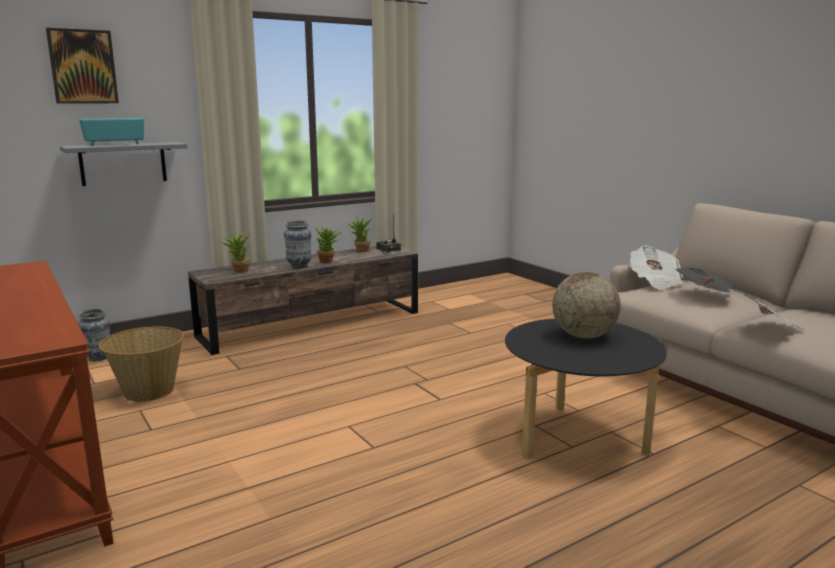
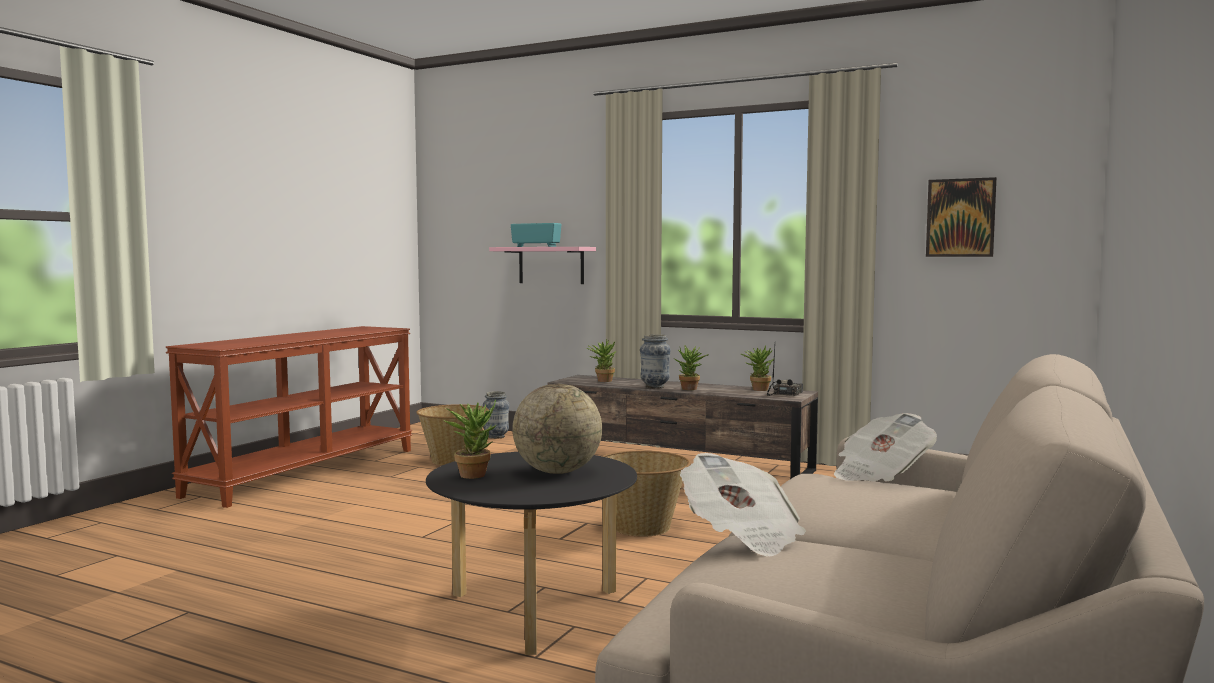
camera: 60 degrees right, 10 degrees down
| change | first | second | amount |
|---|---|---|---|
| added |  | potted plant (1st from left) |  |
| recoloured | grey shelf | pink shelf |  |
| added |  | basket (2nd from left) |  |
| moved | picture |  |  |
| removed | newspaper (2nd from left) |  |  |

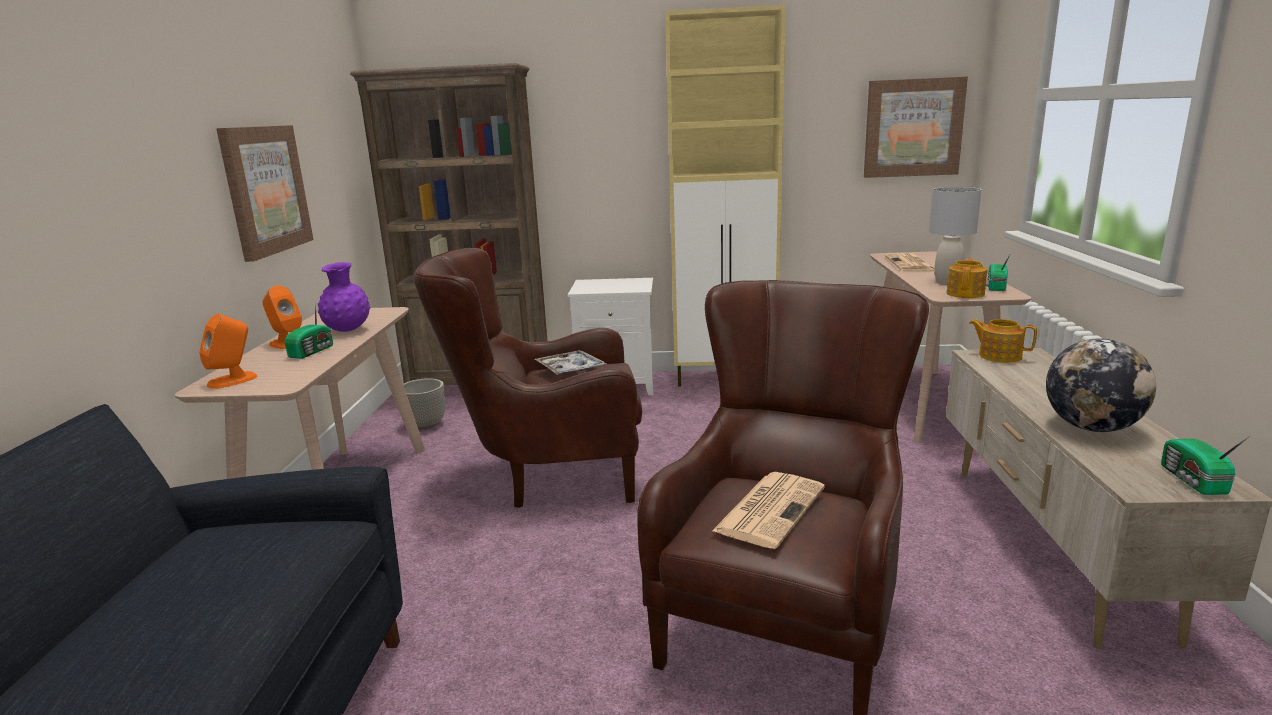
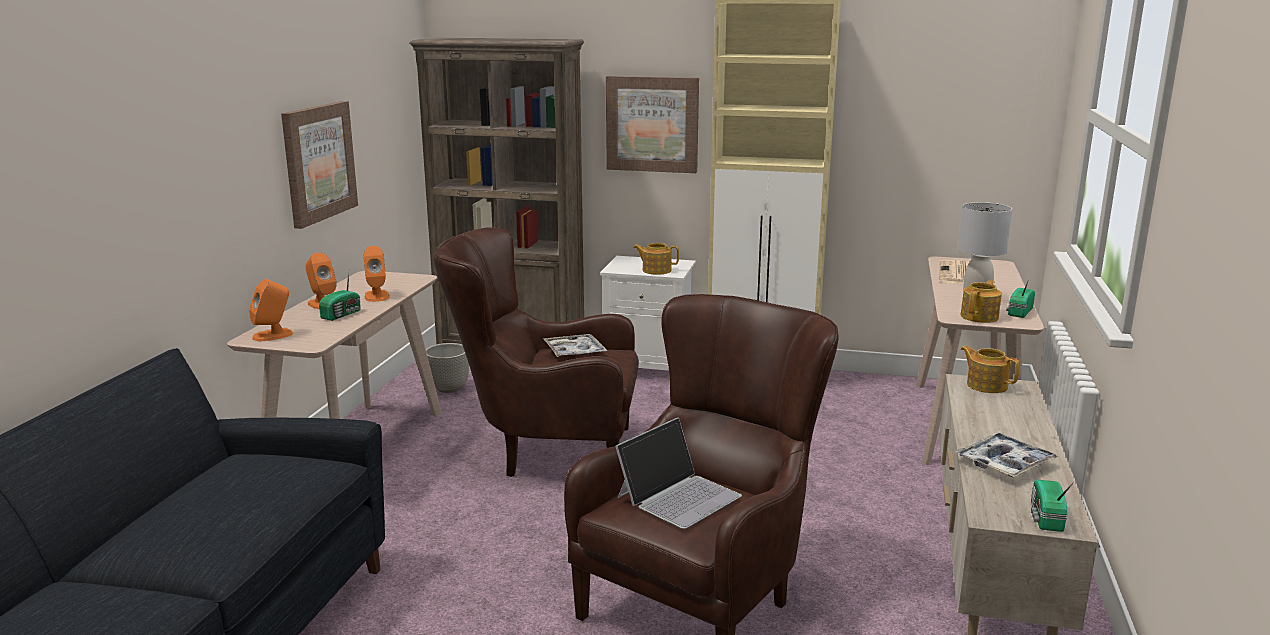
camera: 10 degrees right, 0 degrees up
| change | first | second | amount |
|---|---|---|---|
| replaced | purple vase | orange speaker (3rd from left) |  |
| moved | picture (2nd from left) |  |  |
| replaced | newspaper (1st from left) | laptop |  |
| added |  | teapot (1st from left) |  |
| replaced | globe | tray (2nd from left) |  |

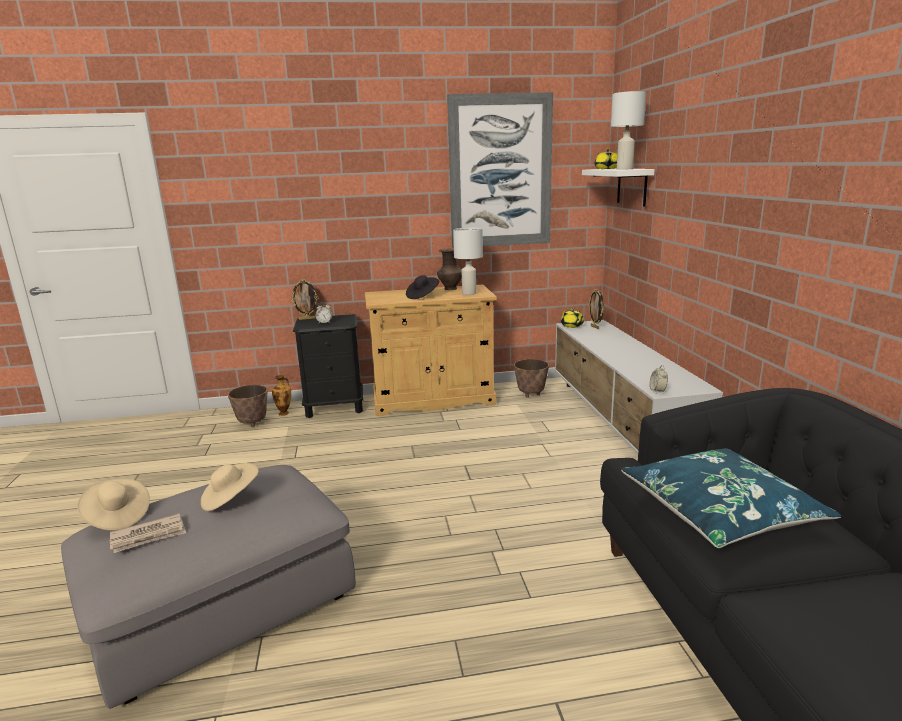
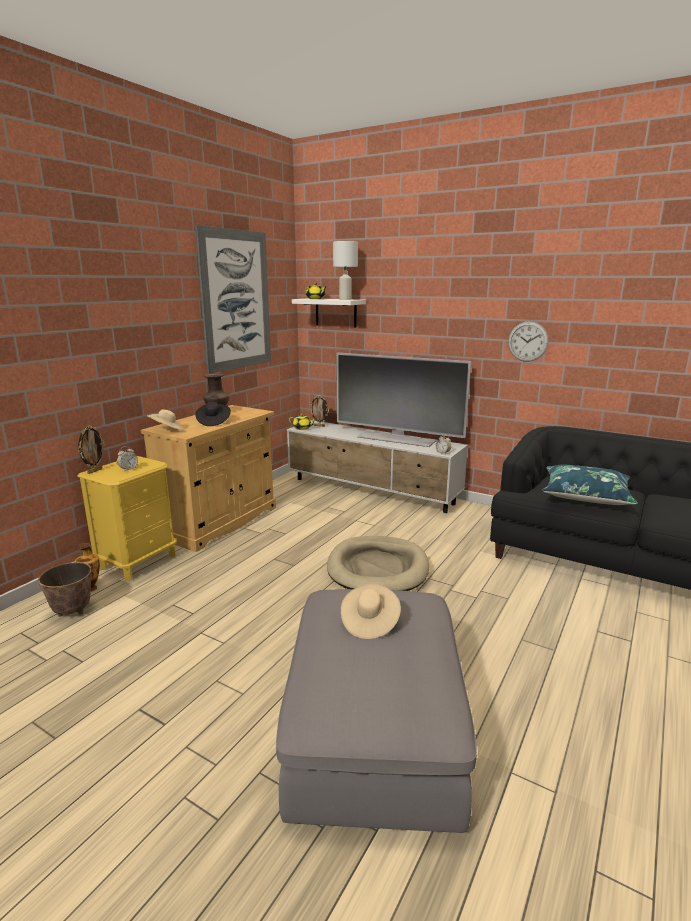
camera: 50 degrees left, 0 degrees up
| change | first | second | amount |
|---|---|---|---|
| recoloured | black nightstand | yellow nightstand |  |
| moved | beige hat (1st from left) |  |  |
| added |  | beige dog bed |  |
| added |  | television |  |
| added |  | wall clock |  |
| removed | newspaper |  |  |
| removed | white table lamp (1st from left) |  |  |
| removed | planter (2nd from left) |  |  |

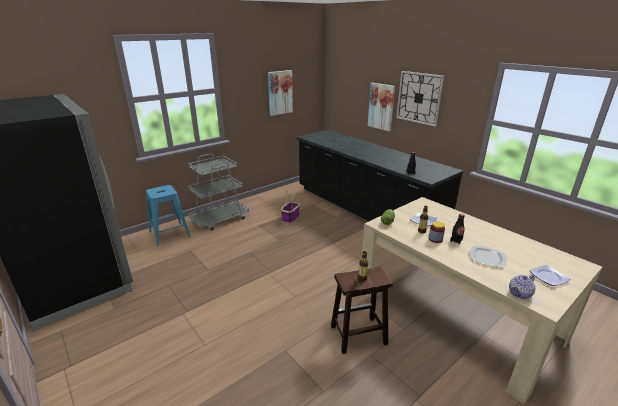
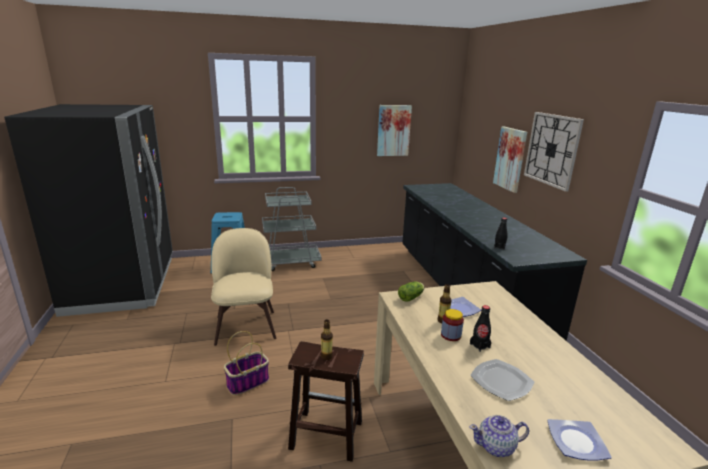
camera: 25 degrees right, 5 degrees down
| change | first | second | amount |
|---|---|---|---|
| added |  | beige chair |  |
| moved | basket |  |  |

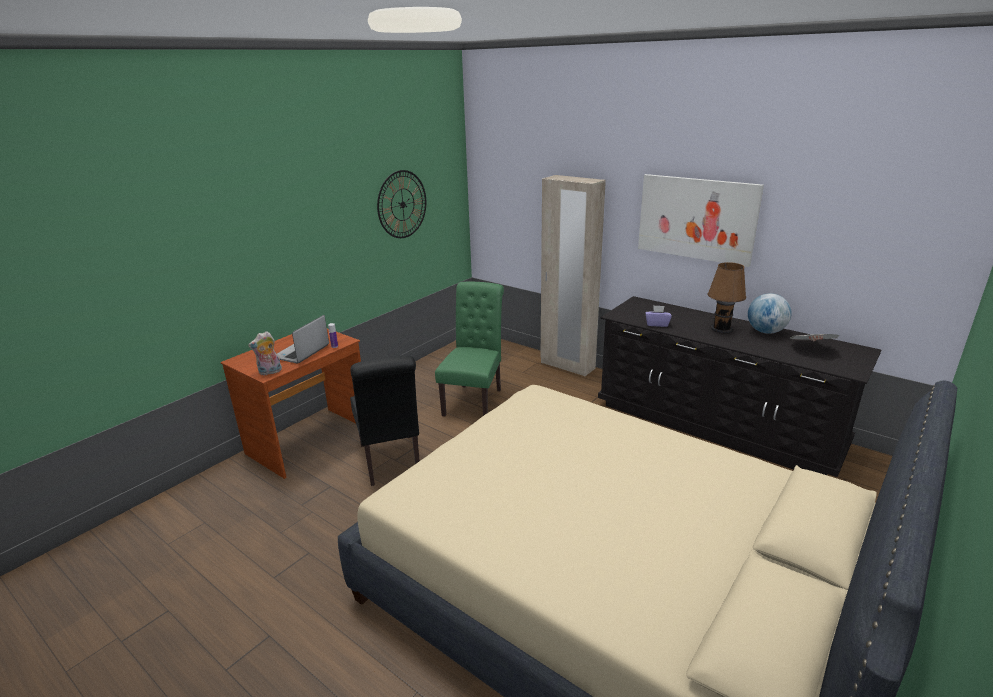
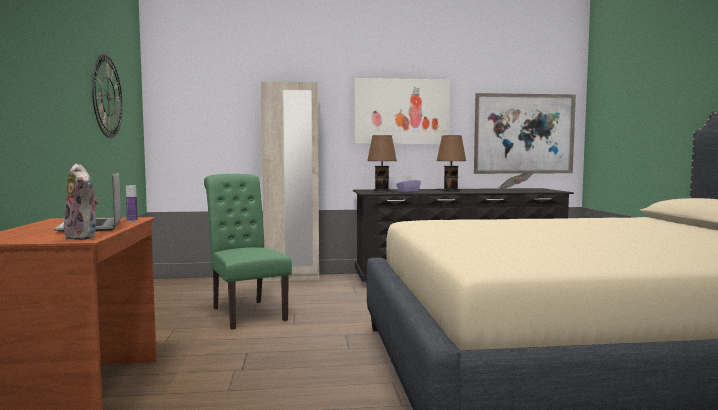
camera: 45 degrees left, 20 degrees down
| change | first | second | amount |
|---|---|---|---|
| turned | plush toy |  | 60 degrees counterclockwise |
| added |  | brown table lamp (1st from left) |  |
| added |  | picture (2nd from left) |  |
| removed | black chair |  |  |
| removed | globe |  |  |

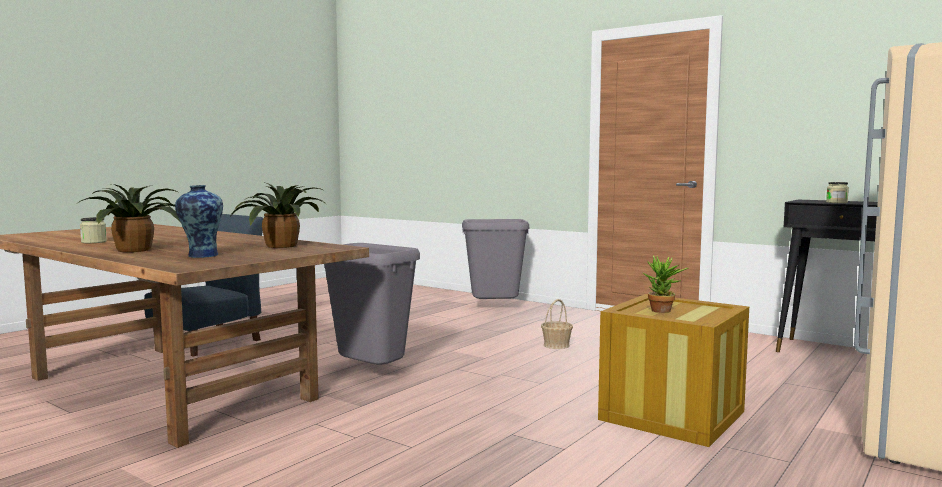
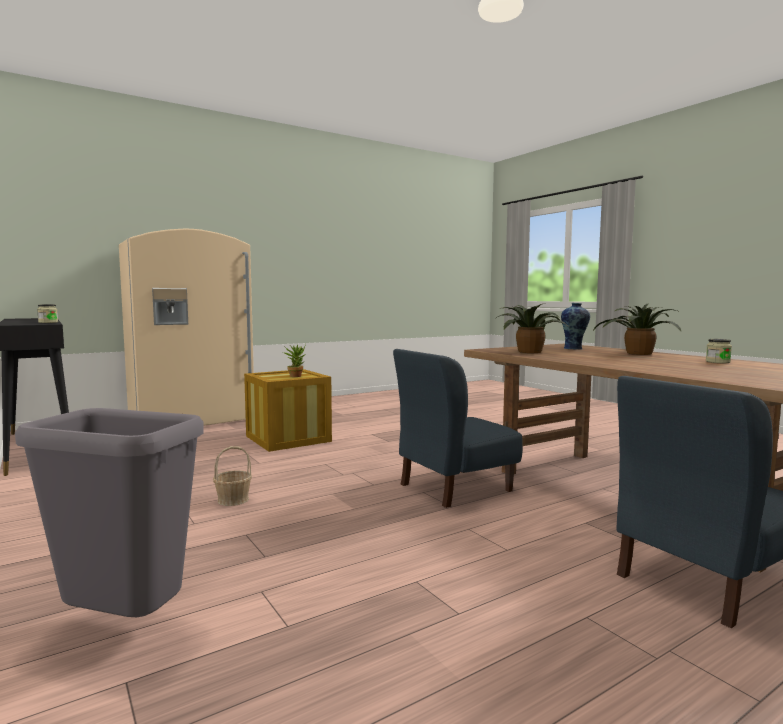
camera: 160 degrees left, 0 degrees up
| change | first | second | amount |
|---|---|---|---|
| replaced | grey trash can (1st from left) | blue chair (1st from left) |  |

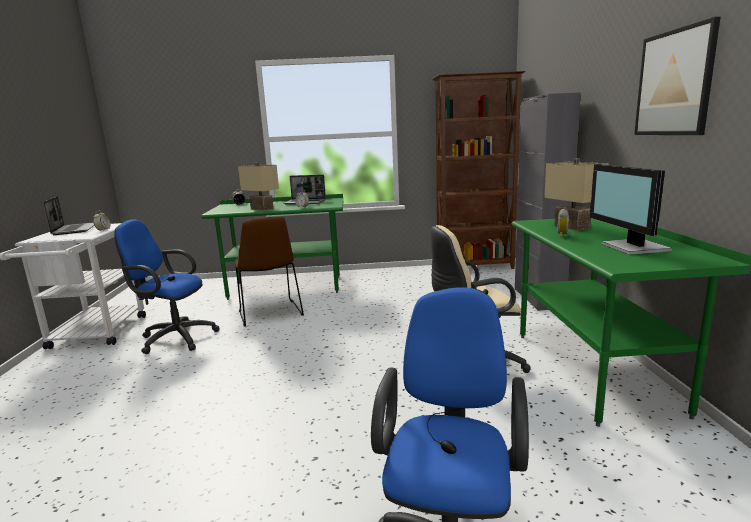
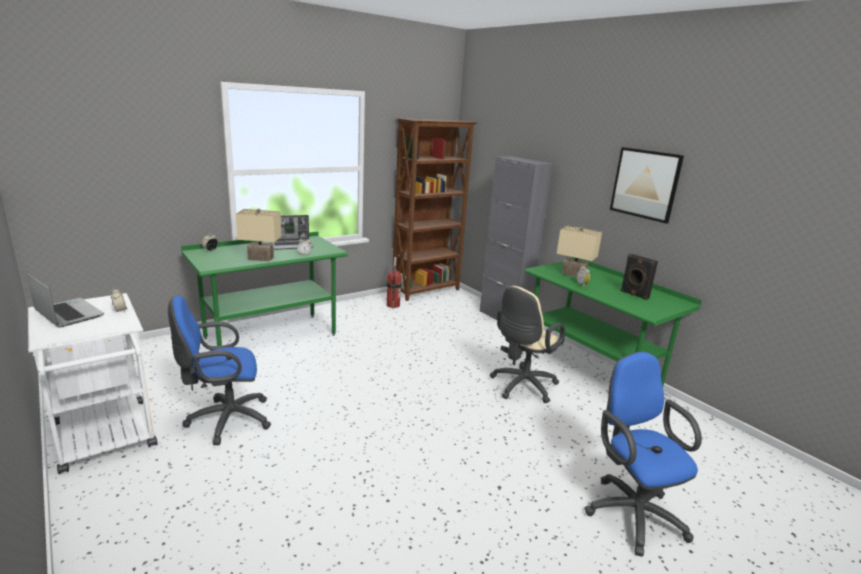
camera: 35 degrees left, 5 degrees up
| change | first | second | amount |
|---|---|---|---|
| added |  | fire extinguisher |  |
| replaced | monitor | black speaker |  |
| removed | brown chair |  |  |

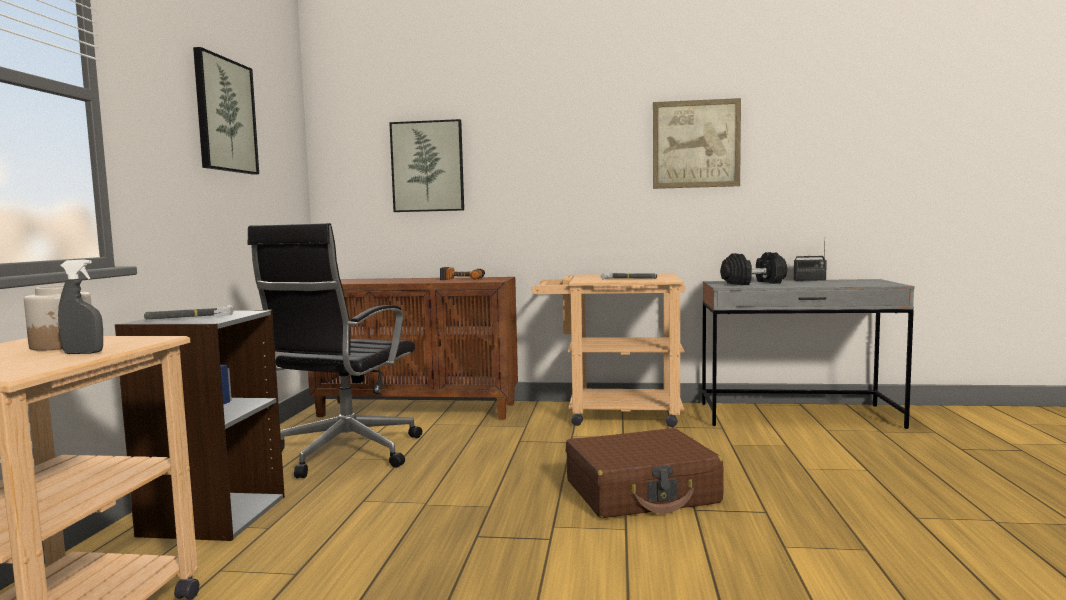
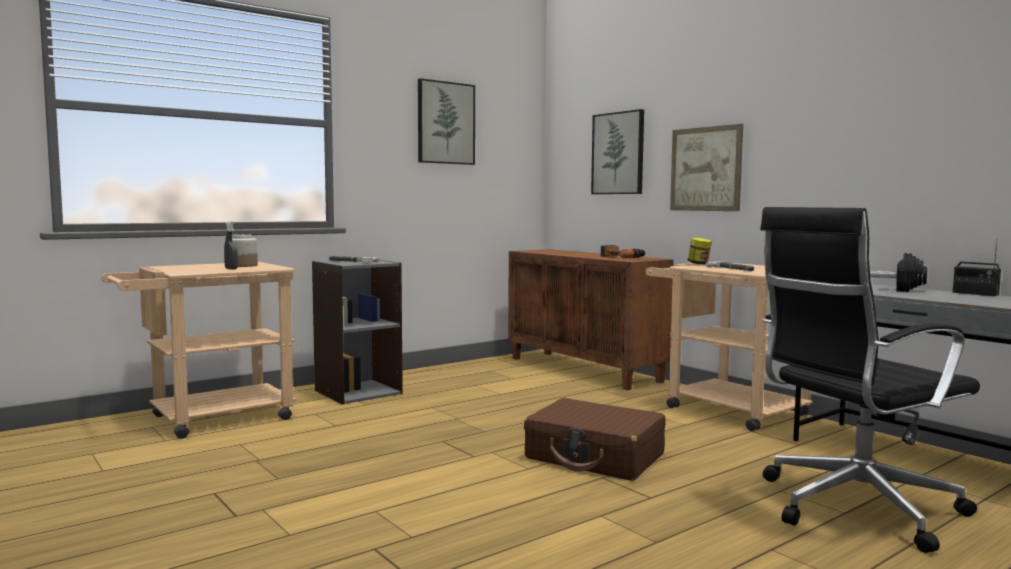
camera: 45 degrees right, 0 degrees up
| change | first | second | amount |
|---|---|---|---|
| moved | picture (3rd from left) |  |  |
| added |  | jar (2nd from left) |  |
| moved | black office chair |  |  |

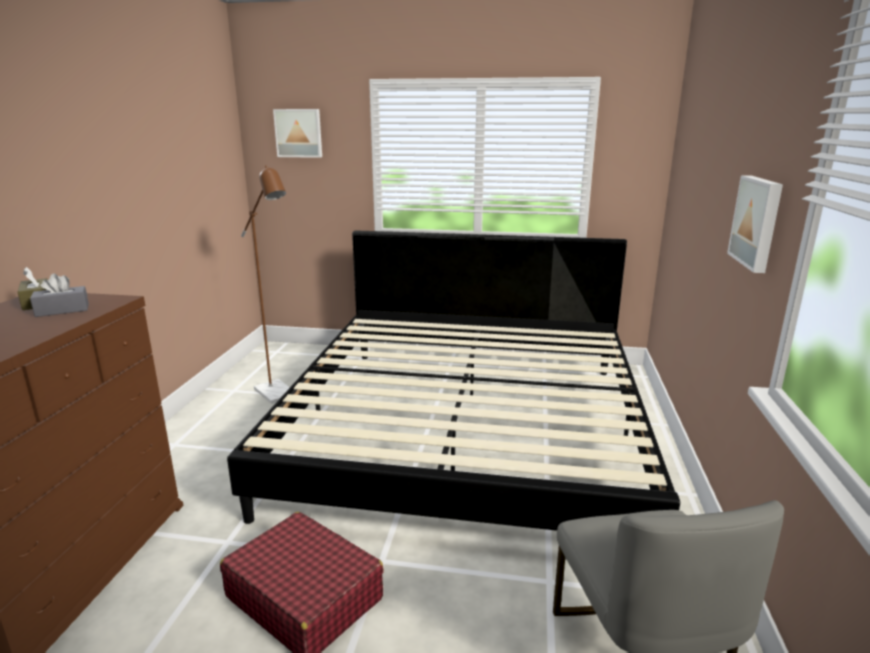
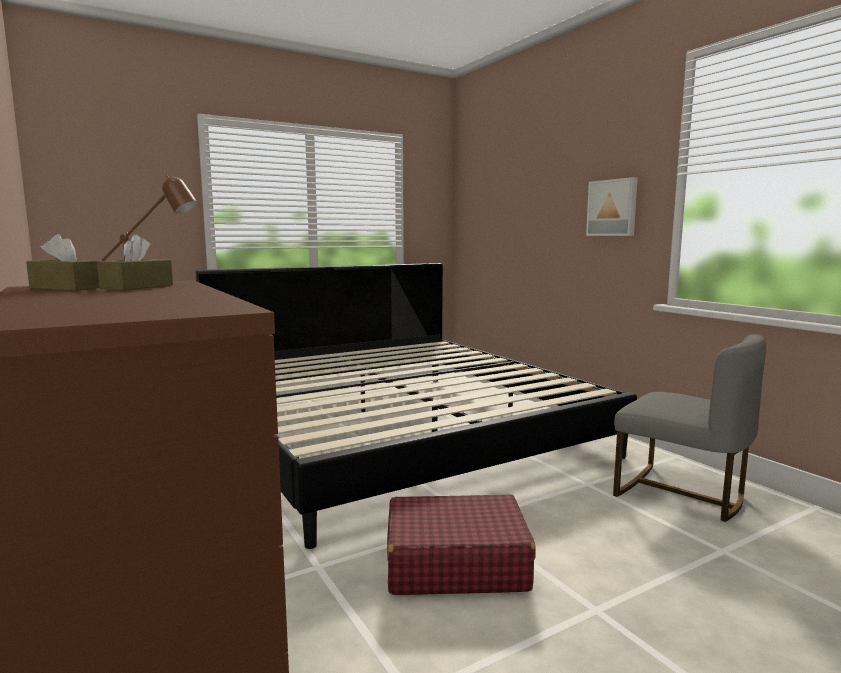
camera: 40 degrees left, 10 degrees down
| change | first | second | amount |
|---|---|---|---|
| recoloured | grey tissue box | brown tissue box (2nd from left) |  |
| removed | picture (1st from left) |  |  |

